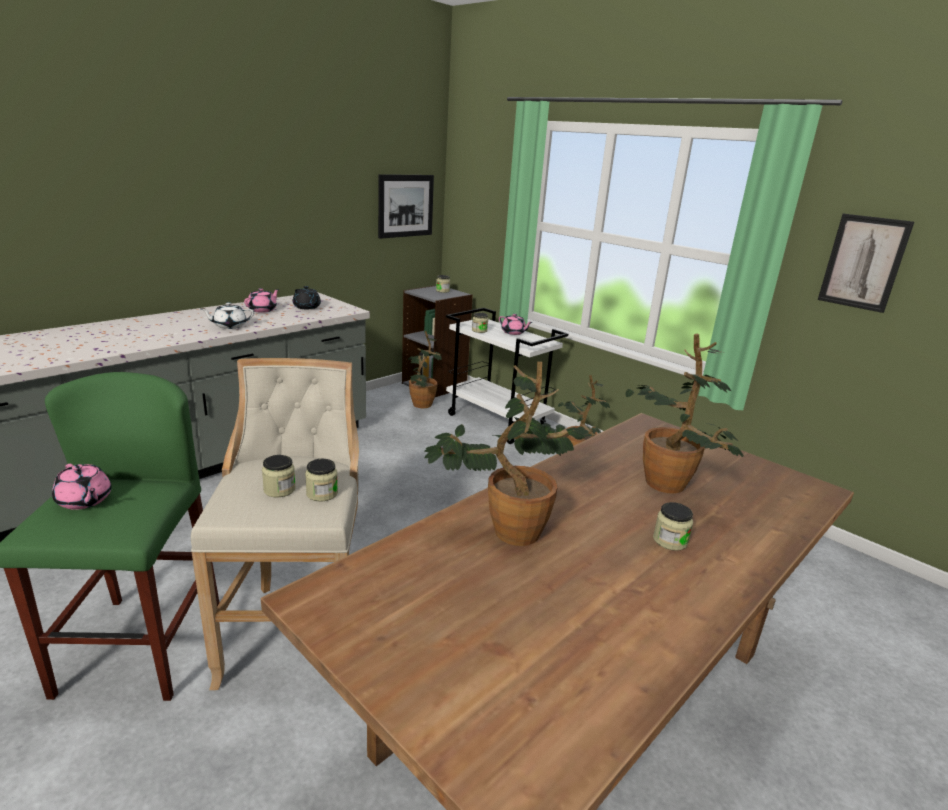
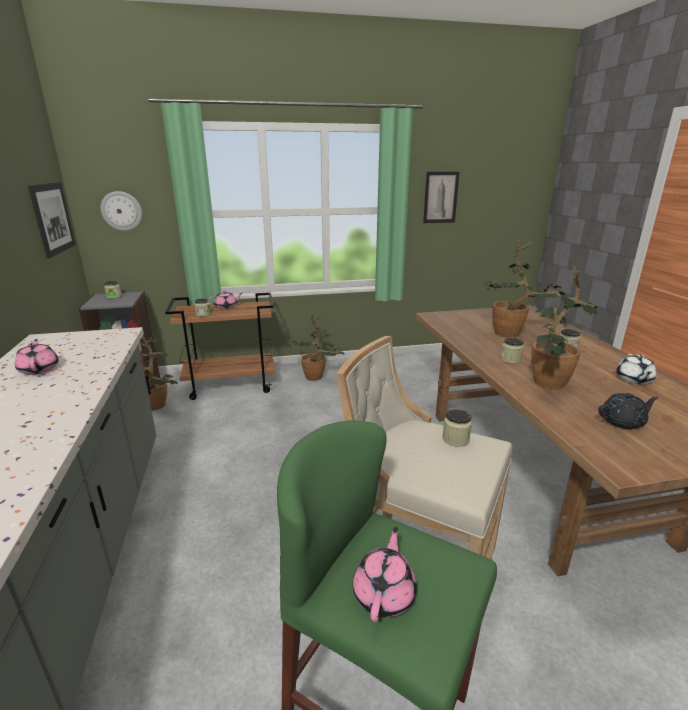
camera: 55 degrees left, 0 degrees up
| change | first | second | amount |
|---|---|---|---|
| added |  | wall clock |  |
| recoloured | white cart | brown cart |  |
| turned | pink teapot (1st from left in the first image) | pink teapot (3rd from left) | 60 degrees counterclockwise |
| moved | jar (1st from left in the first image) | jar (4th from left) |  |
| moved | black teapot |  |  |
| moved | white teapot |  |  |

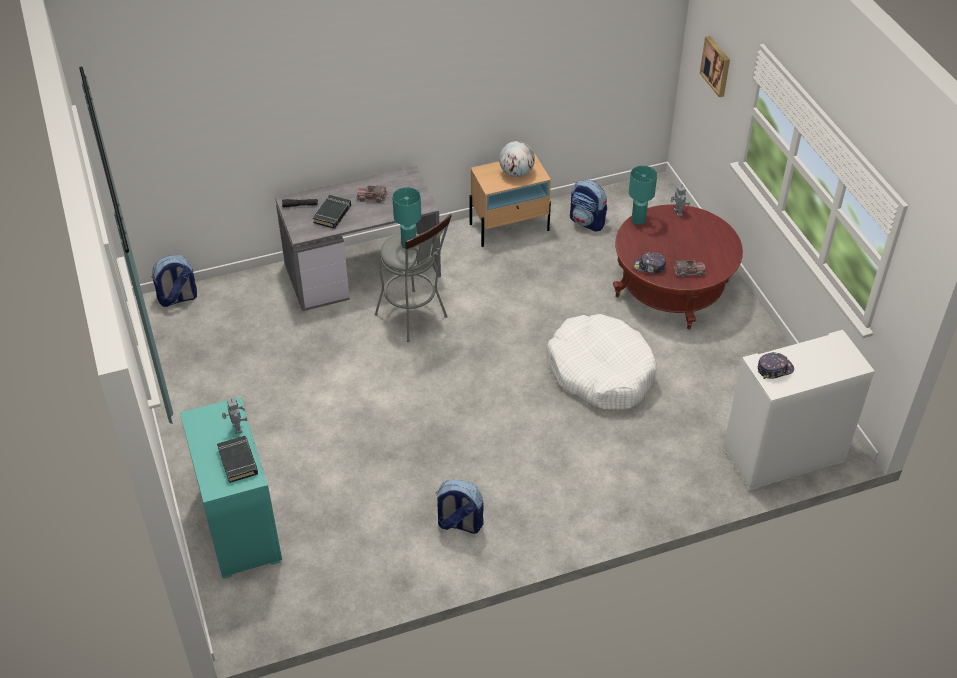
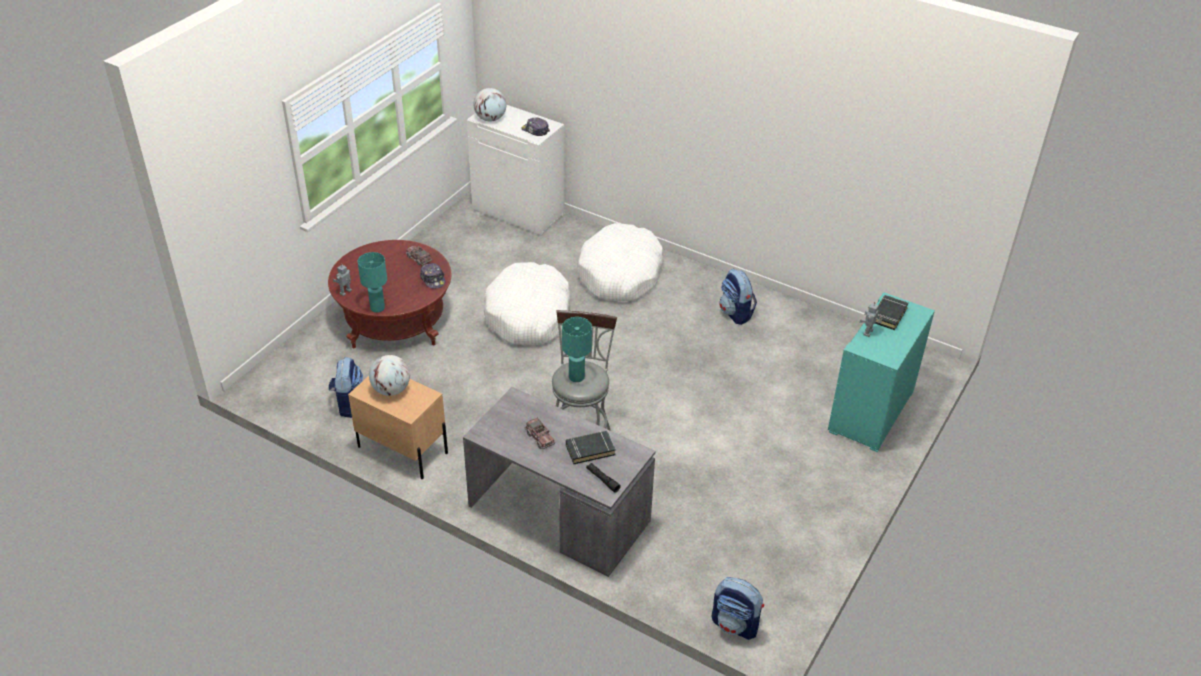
camera: 130 degrees left, 5 degrees down
| change | first | second | amount |
|---|---|---|---|
| added |  | globe (2nd from left) |  |
| added |  | white dog bed (2nd from left) |  |
| removed | picture |  |  |

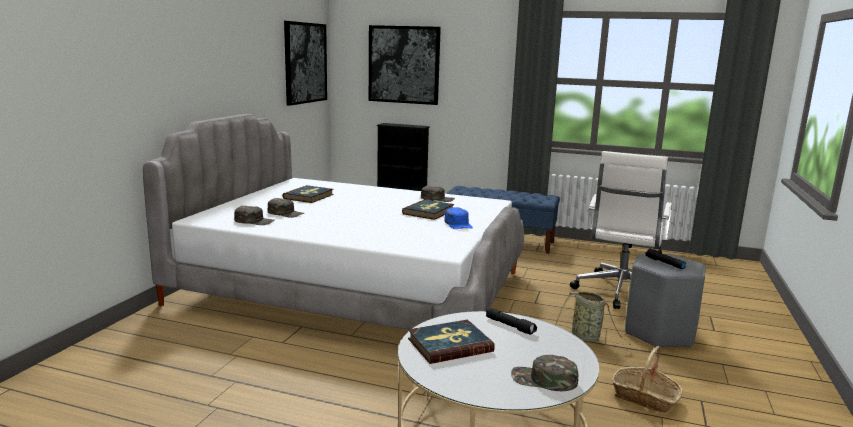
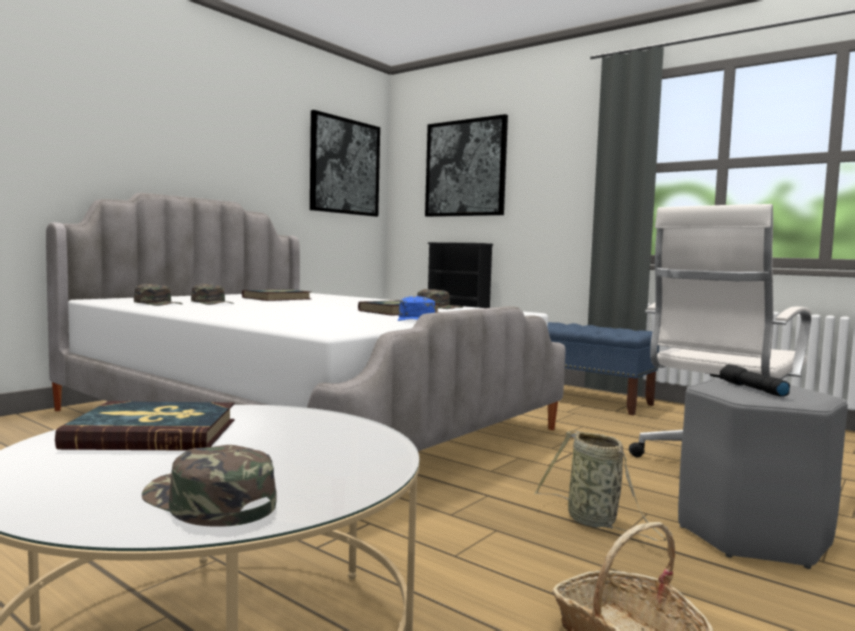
camera: 20 degrees right, 10 degrees down
| change | first | second | amount |
|---|---|---|---|
| removed | black flashlight (1st from left) |  |  |

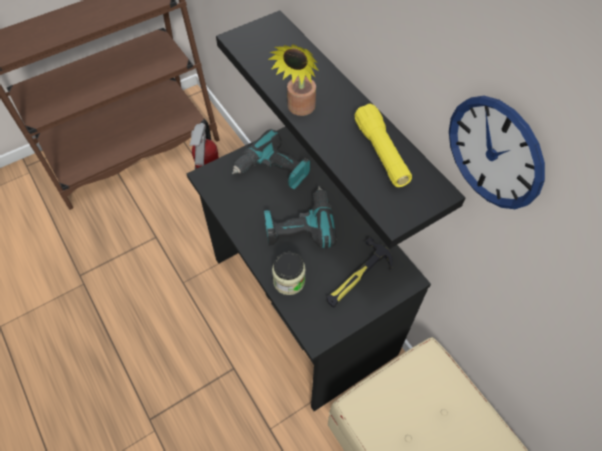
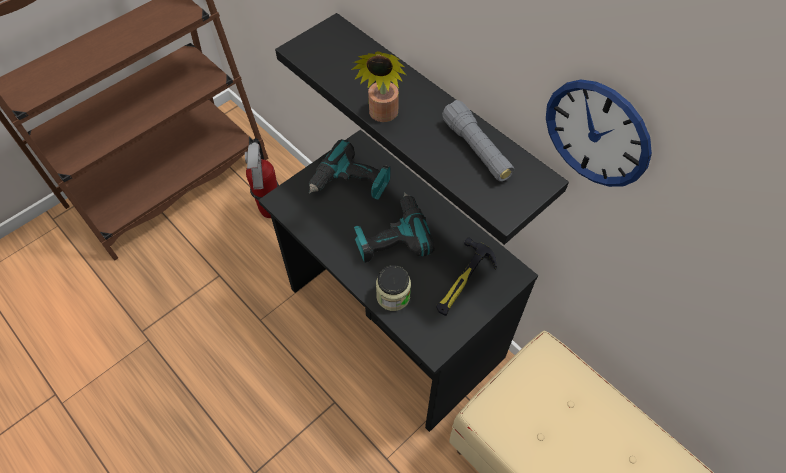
camera: 10 degrees left, 0 degrees up
| change | first | second | amount |
|---|---|---|---|
| recoloured | yellow flashlight | grey flashlight |  |

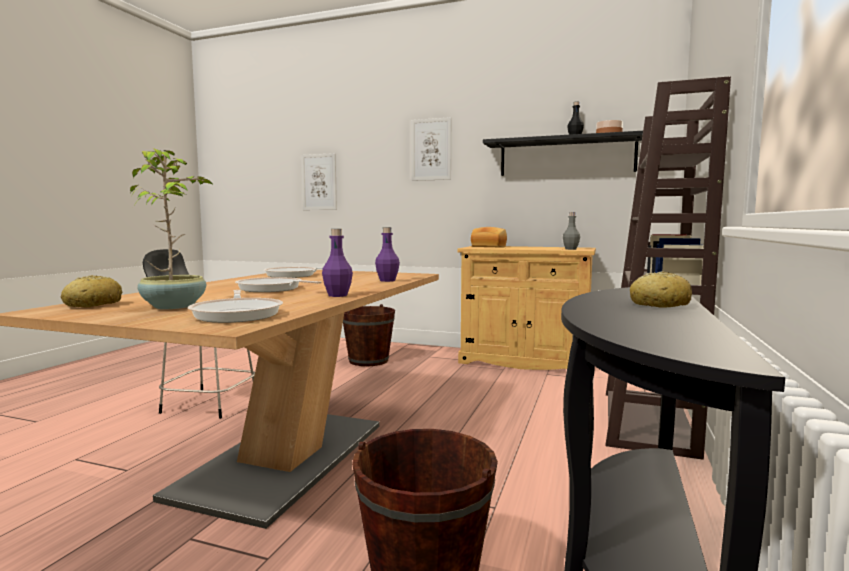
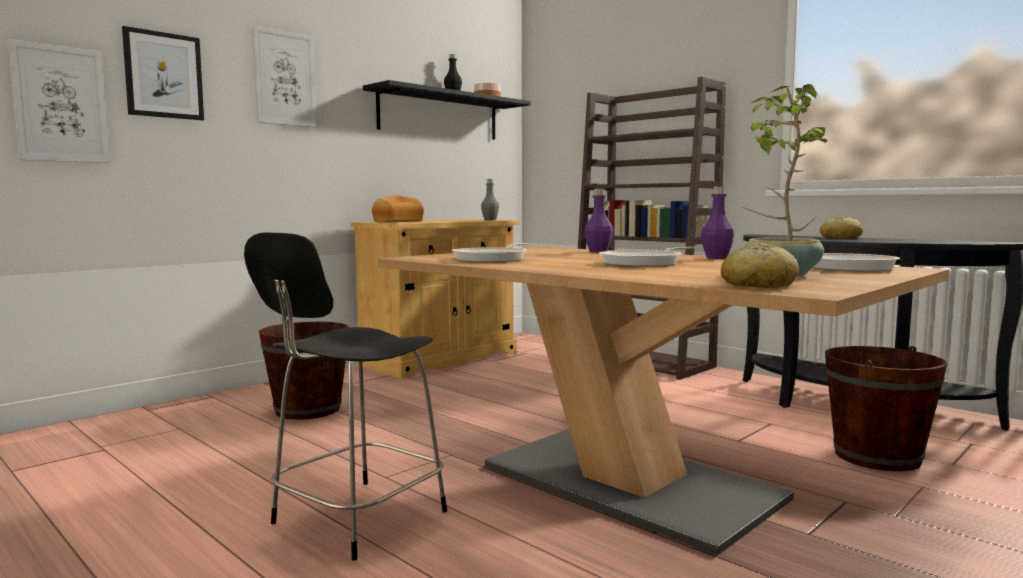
camera: 65 degrees left, 0 degrees up
| change | first | second | amount |
|---|---|---|---|
| added |  | picture (2nd from left) |  |

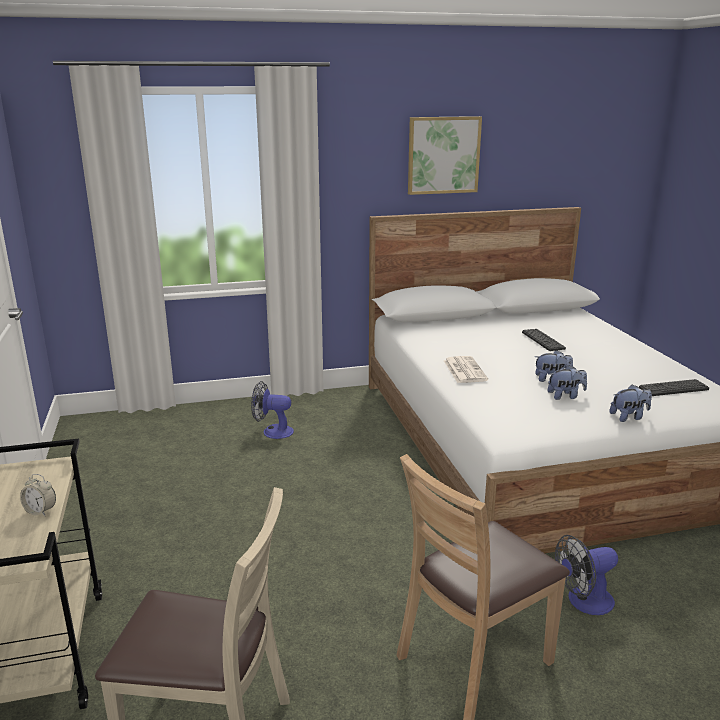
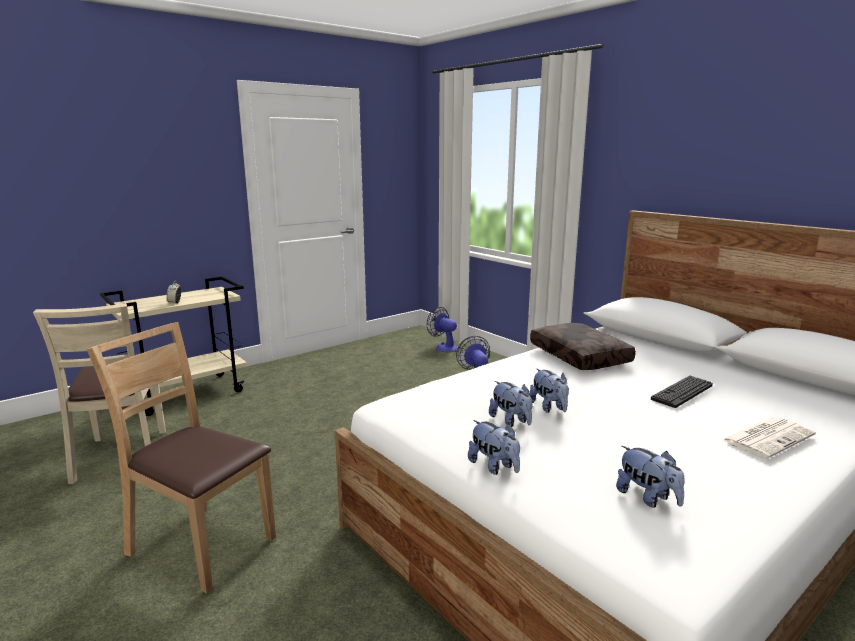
camera: 65 degrees right, 5 degrees down
| change | first | second | amount |
|---|---|---|---|
| moved | fan (2nd from left in the first image) | fan (1st from left) |  |
| added |  | brown pillow |  |
| replaced | keyboard (2nd from left) | plush toy (4th from left) |  |
| moved | newspaper |  |  |
| removed | picture |  |  |

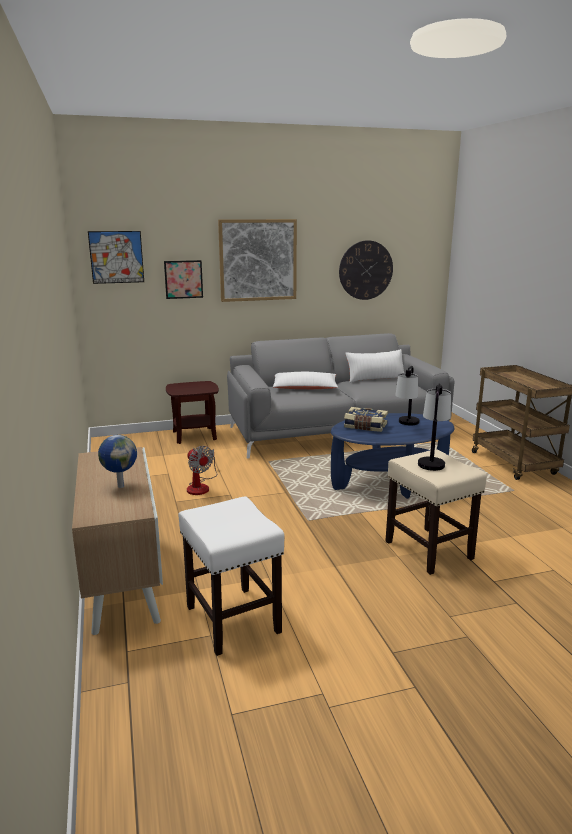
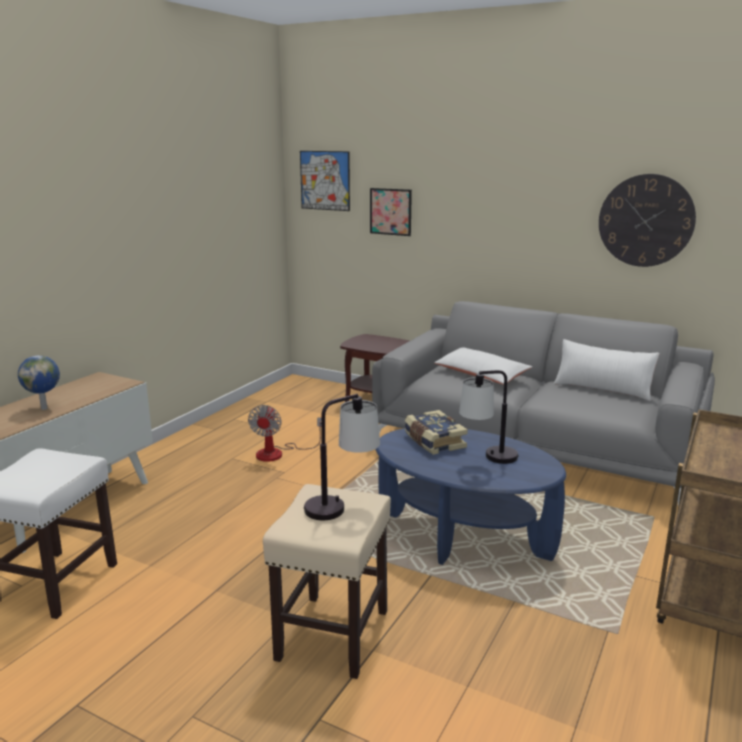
camera: 45 degrees right, 0 degrees up
| change | first | second | amount |
|---|---|---|---|
| removed | picture (3rd from left) |  |  |

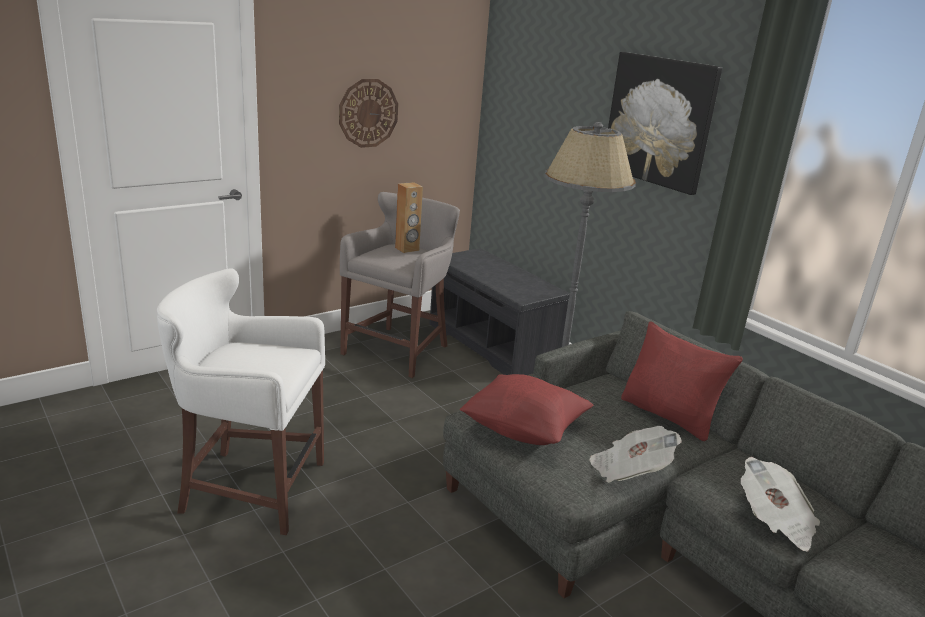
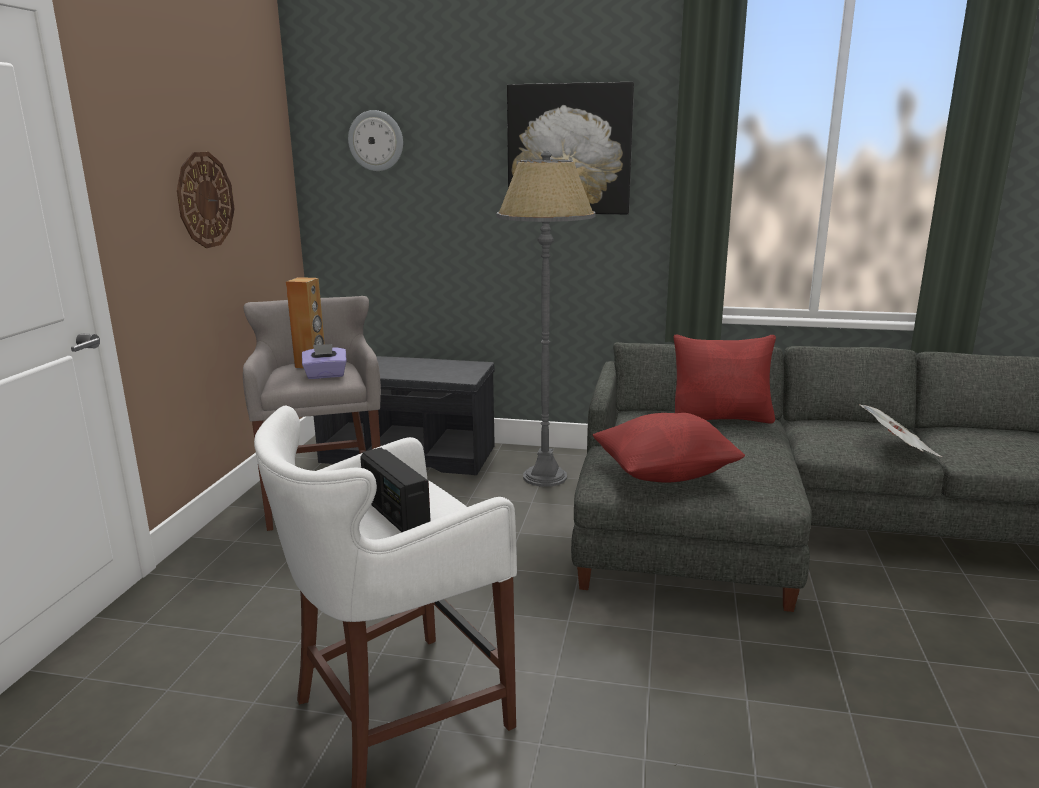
camera: 40 degrees left, 5 degrees down
| change | first | second | amount |
|---|---|---|---|
| added |  | purple tissue box |  |
| added |  | wall clock (2nd from left) |  |
| added |  | radio |  |
| removed | newspaper (1st from left) |  |  |

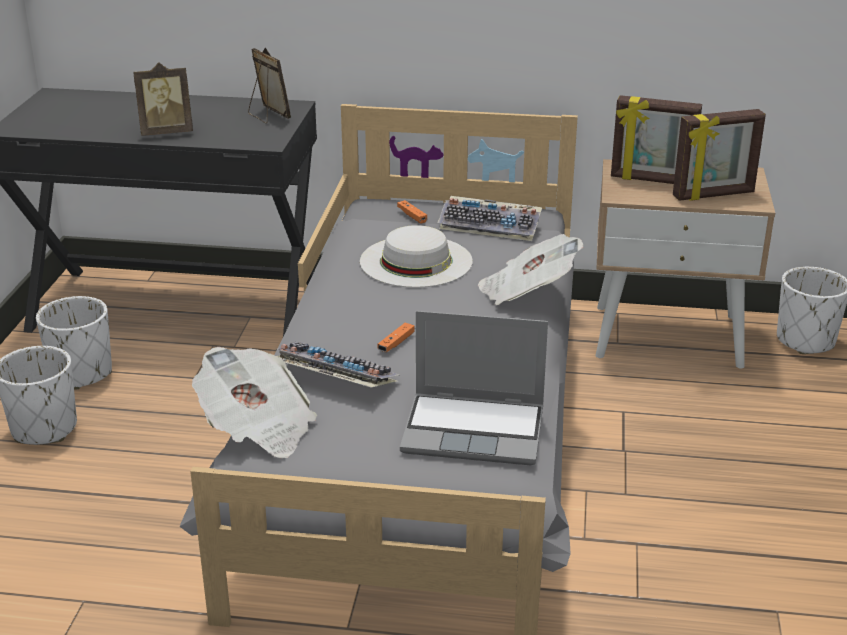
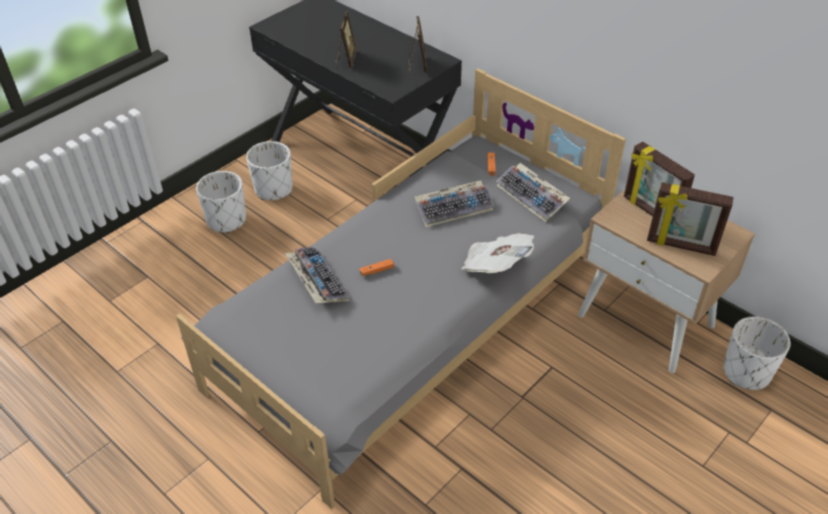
camera: 35 degrees right, 15 degrees up
| change | first | second | amount |
|---|---|---|---|
| turned | picture frame (1st from left) |  | 105 degrees counterclockwise |
| replaced | white hat | keyboard (2nd from left) |  |
| removed | newspaper (1st from left) |  |  |
| removed | laptop |  |  |

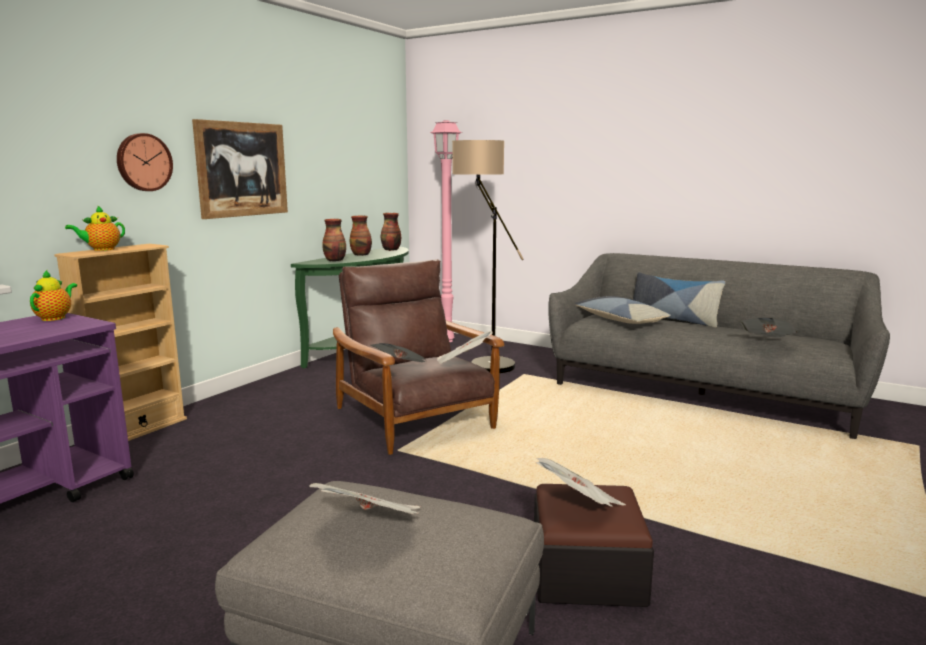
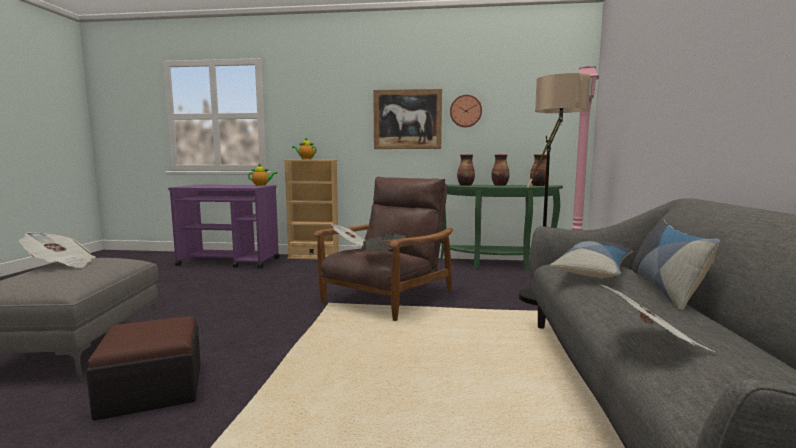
camera: 65 degrees right, 5 degrees down
| change | first | second | amount |
|---|---|---|---|
| moved | wall clock |  |  |
| removed | newspaper (4th from left) |  |  |

